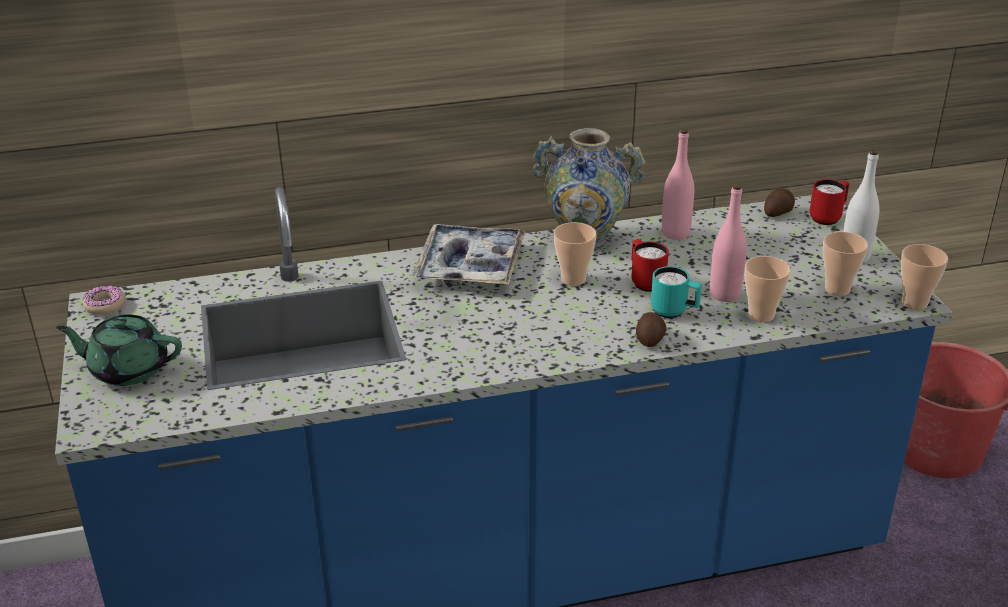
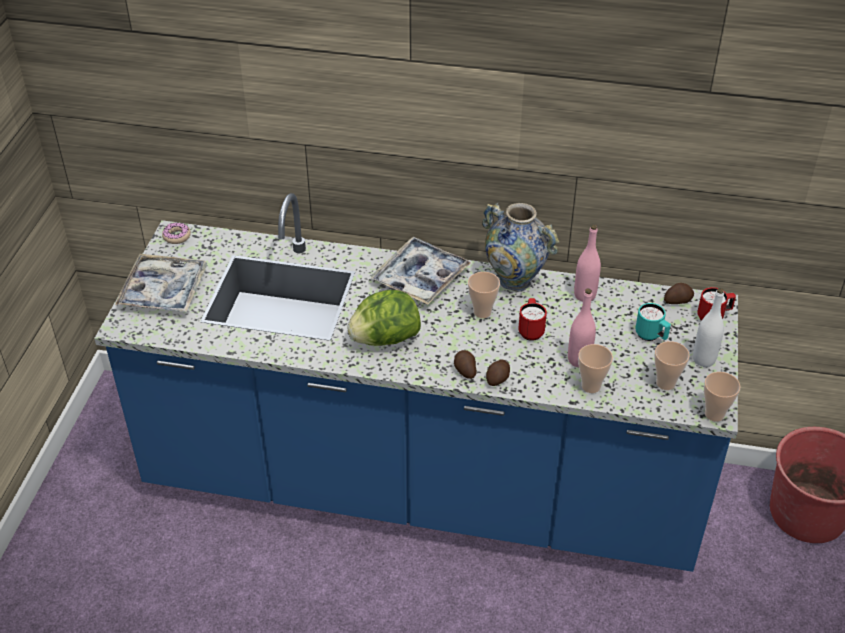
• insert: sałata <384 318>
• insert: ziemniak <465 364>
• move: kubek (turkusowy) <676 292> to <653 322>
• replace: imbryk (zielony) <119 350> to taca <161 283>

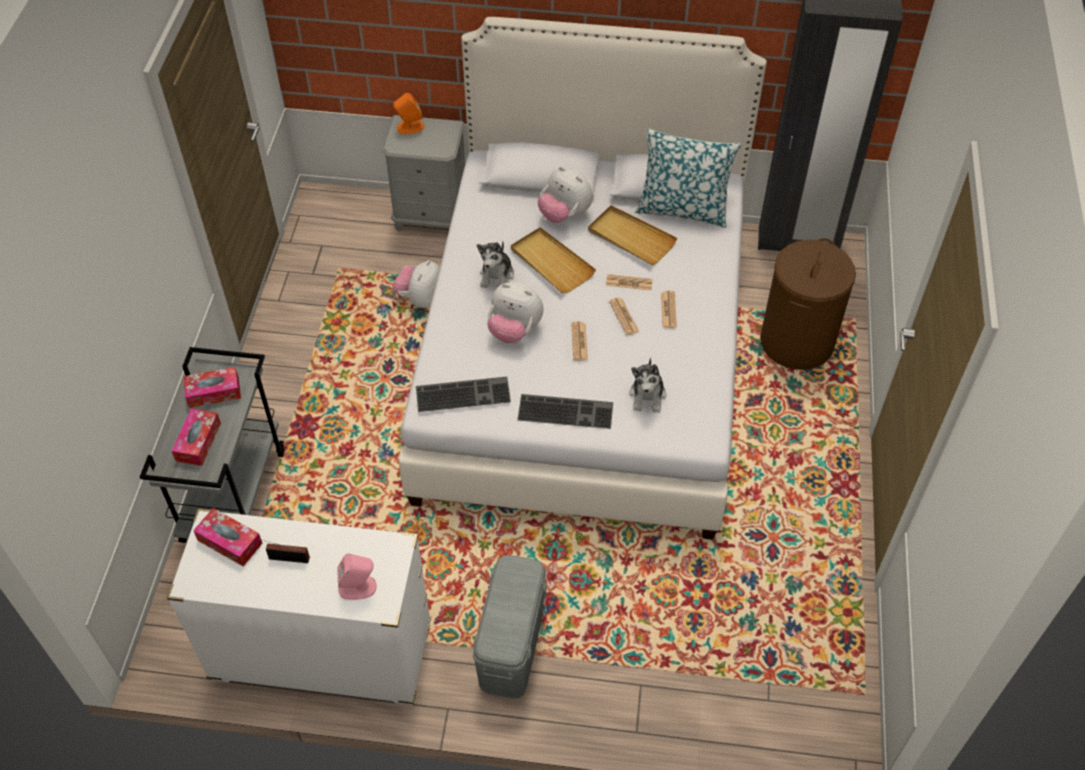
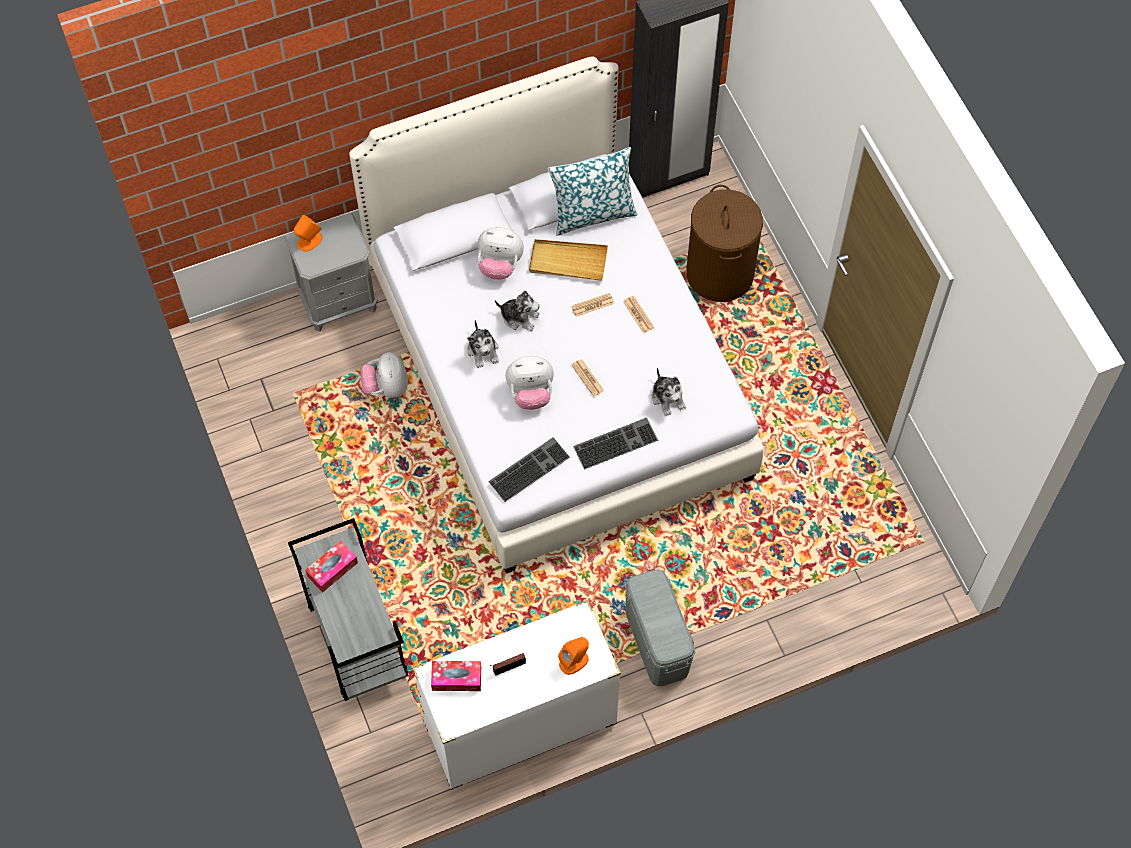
• delete: pudełko chusteczek <196 437>
• delete: gazeta <624 316>
• replace: taca (beżowy) <553 260> to pluszak <517 311>
• recolor: głośnik (różowy) <357 577> to głośnik (pomarańczowy) <573 656>

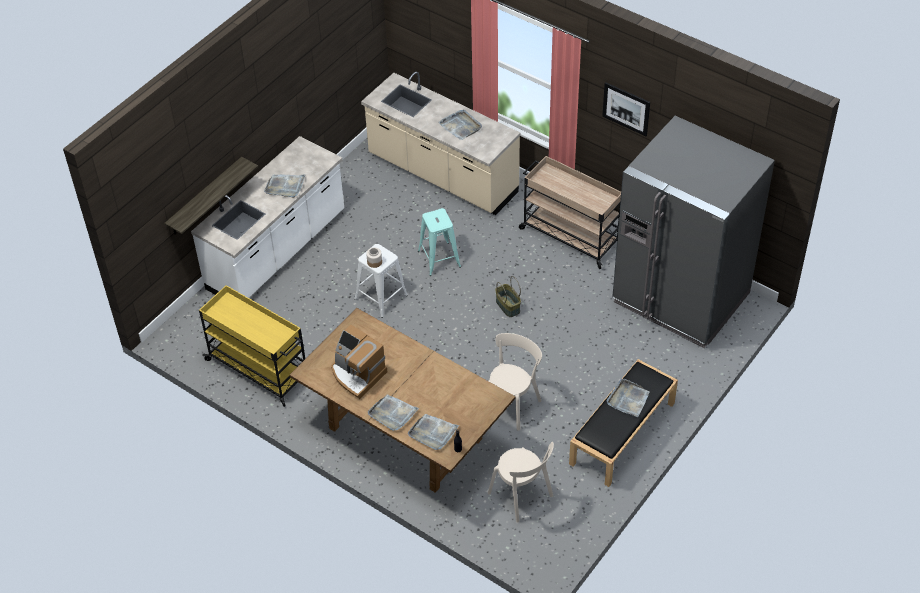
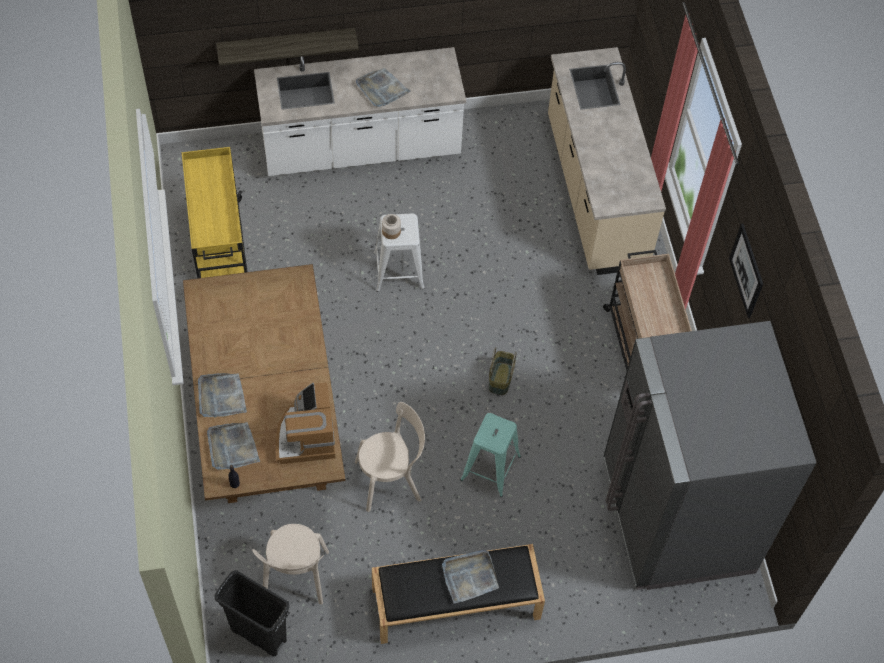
• delete: taca (szary) <460 124>
• insert: kosz na śmieci (czarny) <252 613>
• move: ekspres do kawy <359 362> to <306 423>
• move: stołek (turkusowy) <439 242> to <490 455>

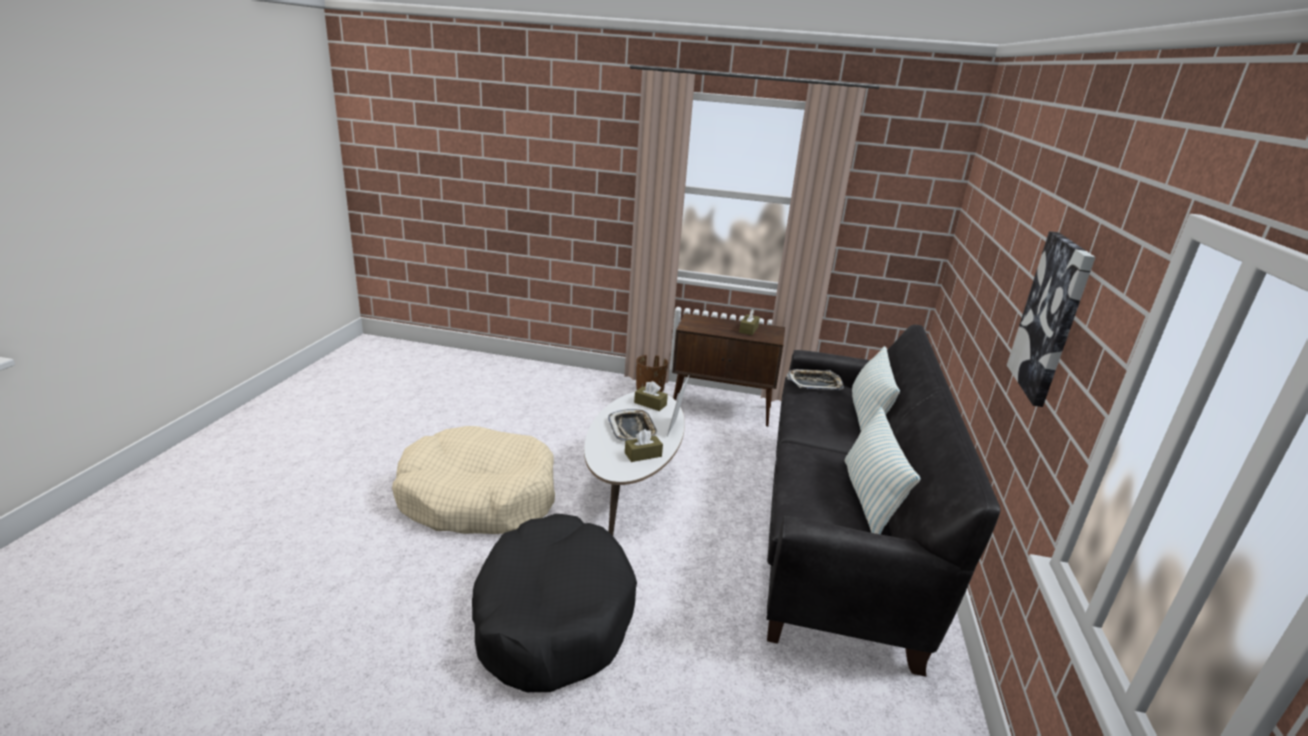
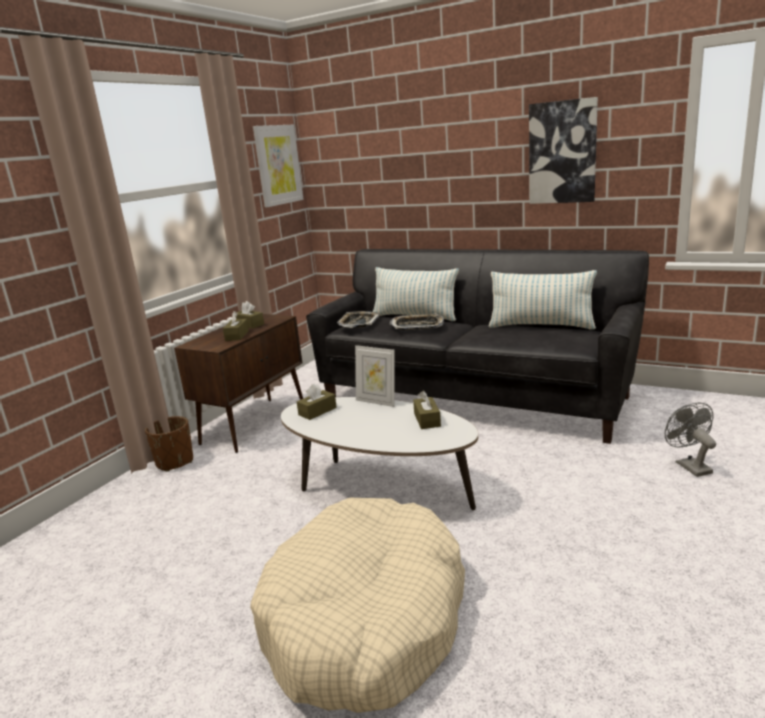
• delete: legowisko (czarny) <554 603>
• insert: pudełko chusteczek (brązowy) <236 326>
• insert: obraz <278 166>
• insert: wentylator (szary) <690 439>
• move: taca <633 425> to <416 321>

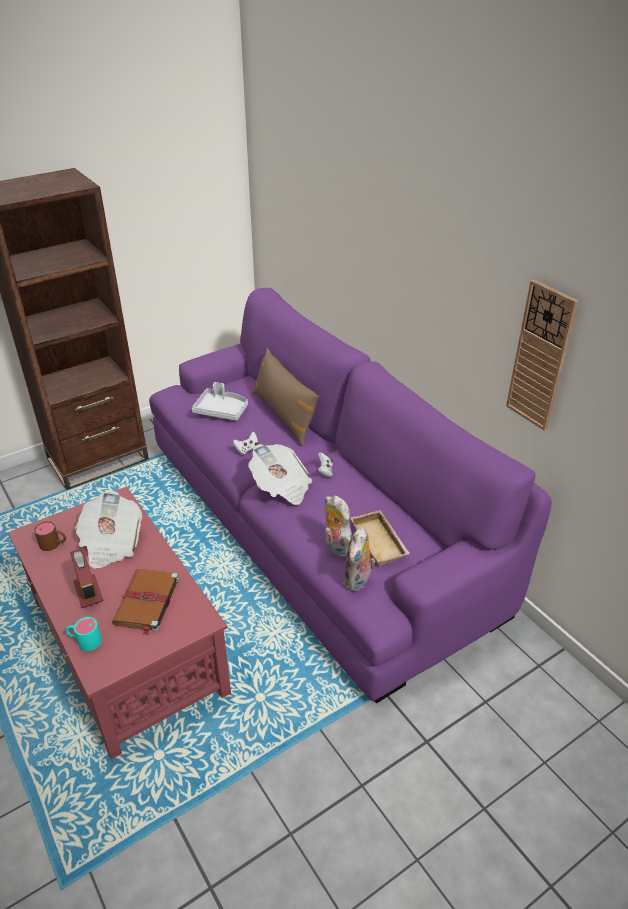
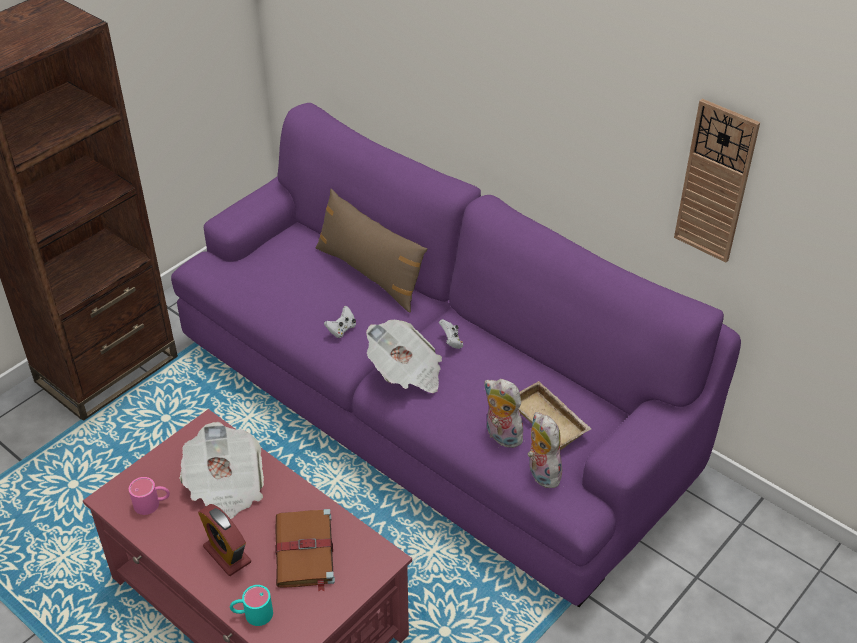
• delete: taca (szary) <220 401>
• recolor: kubek (brązowy) <50 536> to kubek (różowy) <149 496>
• rotate: pluszak <359 559> = <545 450> 150 degrees clockwise

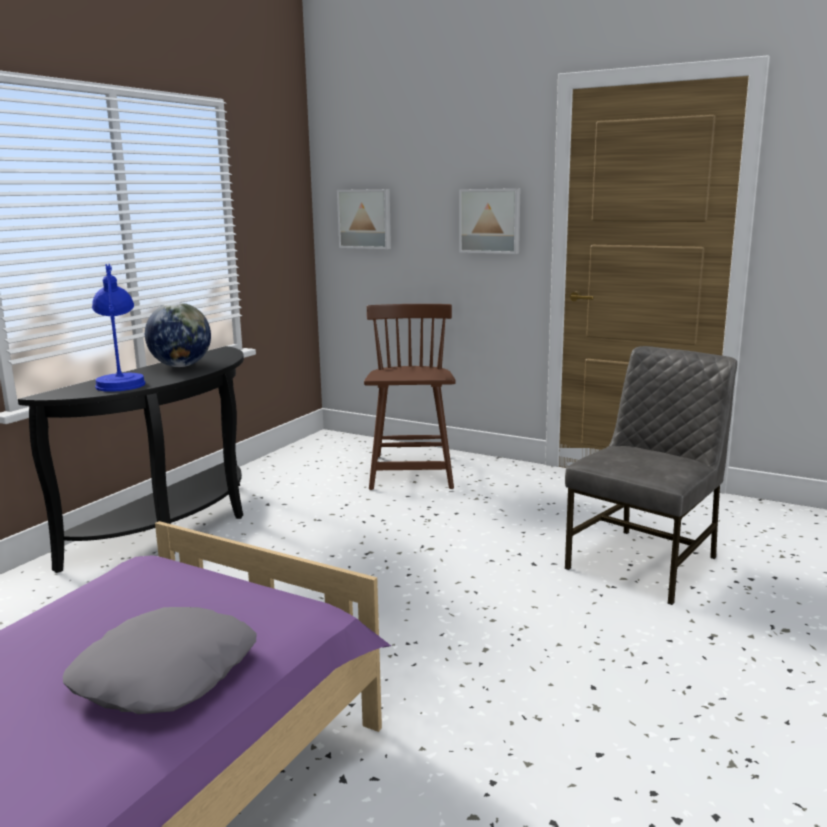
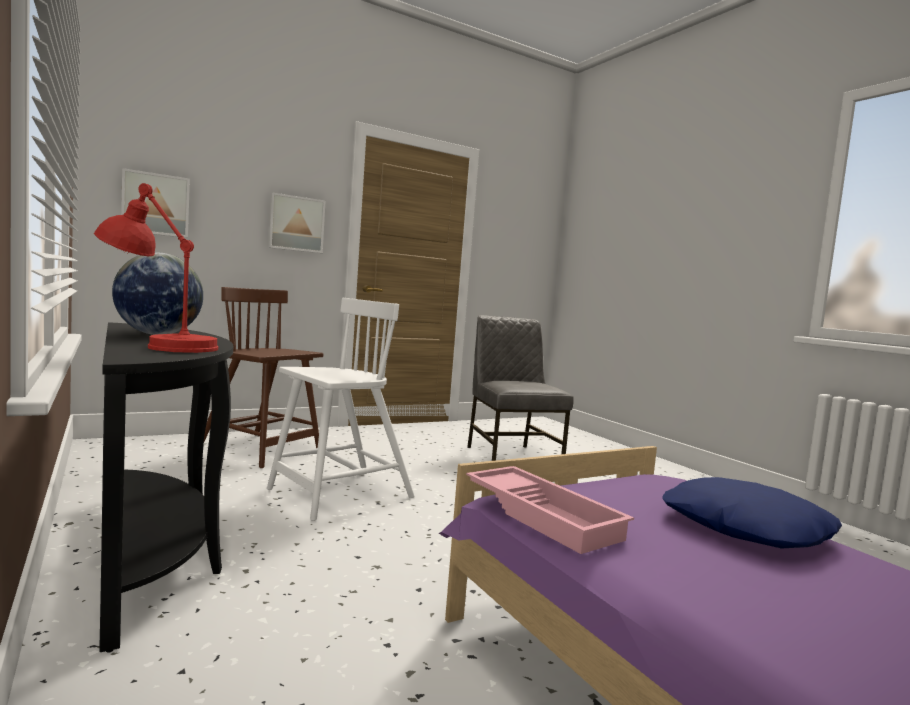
• insert: krzesło (biały) <340 409>
• insert: taca (różowy) <550 510>
• recolor: poduszka (szary) <160 660> to poduszka (niebieski) <752 513>
• recolor: lampa stołowa (niebieski) <118 328> to lampa stołowa (czerwony) <156 268>

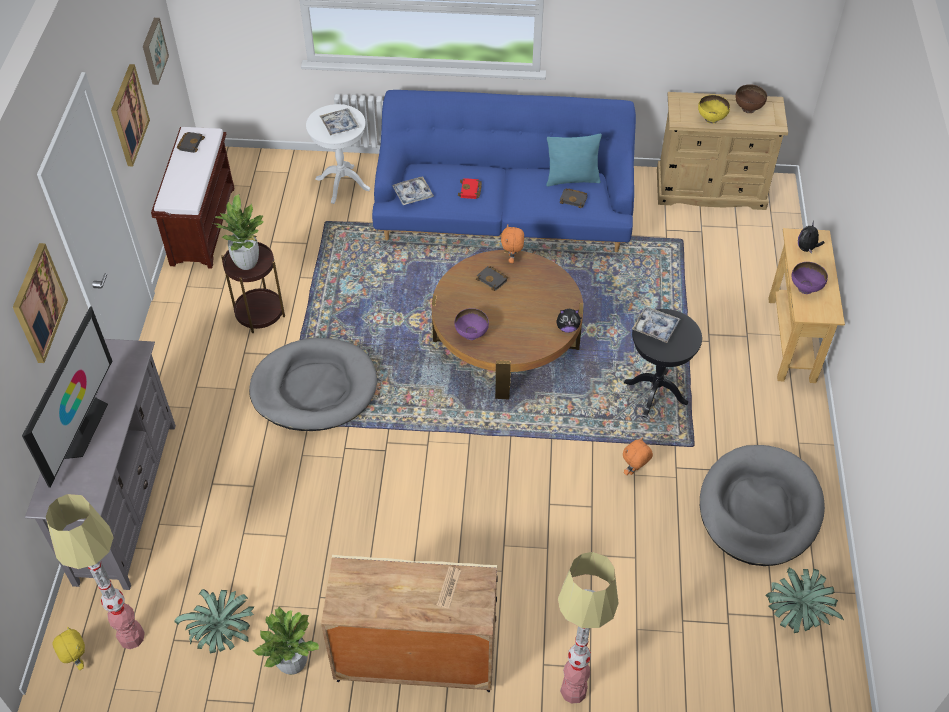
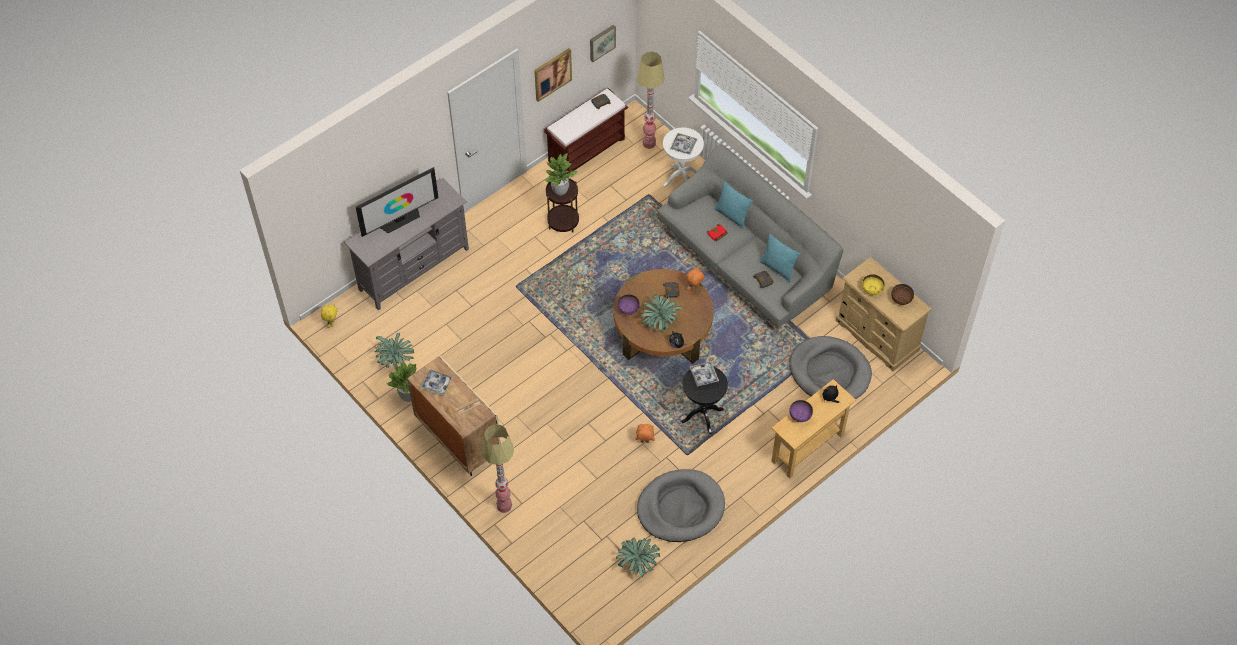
• delete: obraz <40 303>
• insert: roślina doniczkowa <662 312>
• insert: poduszka (turkusowy) <733 205>
• move: lampa stojąca <95 571> to <651 100>
• move: legowisko (szary) <313 384> to <830 367>
• move: taca <413 190> to <437 382>
• recolor: kanapa (niebieski) <504 171> to kanapa (szary) <750 237>

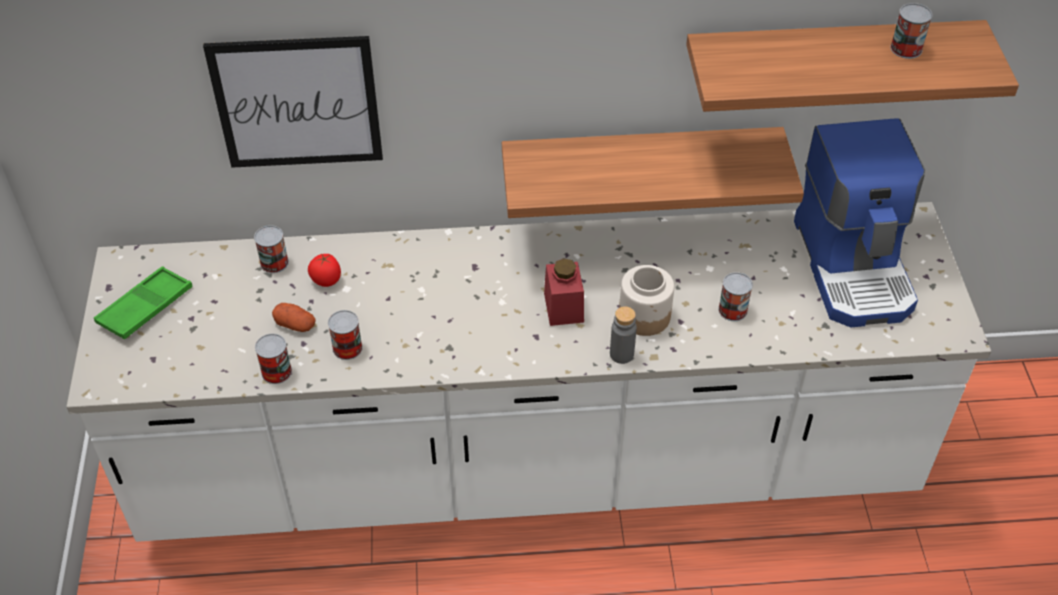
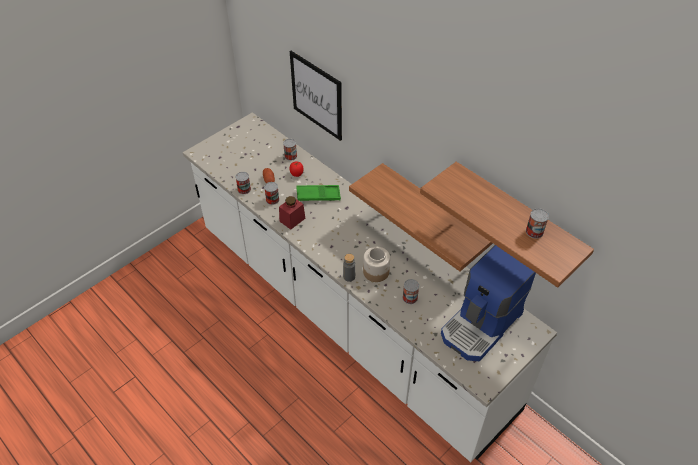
• move: taca (zielony) <143 302> to <318 193>
• move: słoik (czerwony) <564 292> to <292 213>

